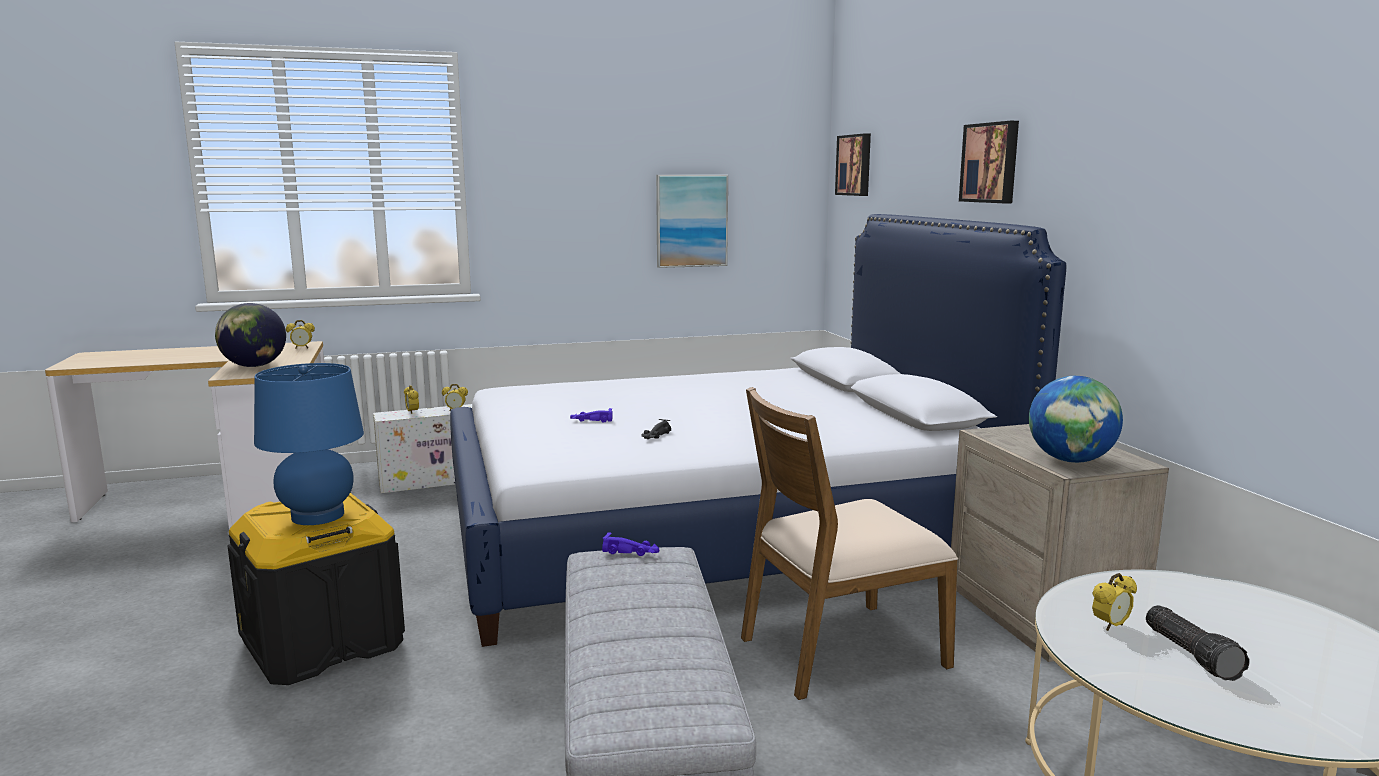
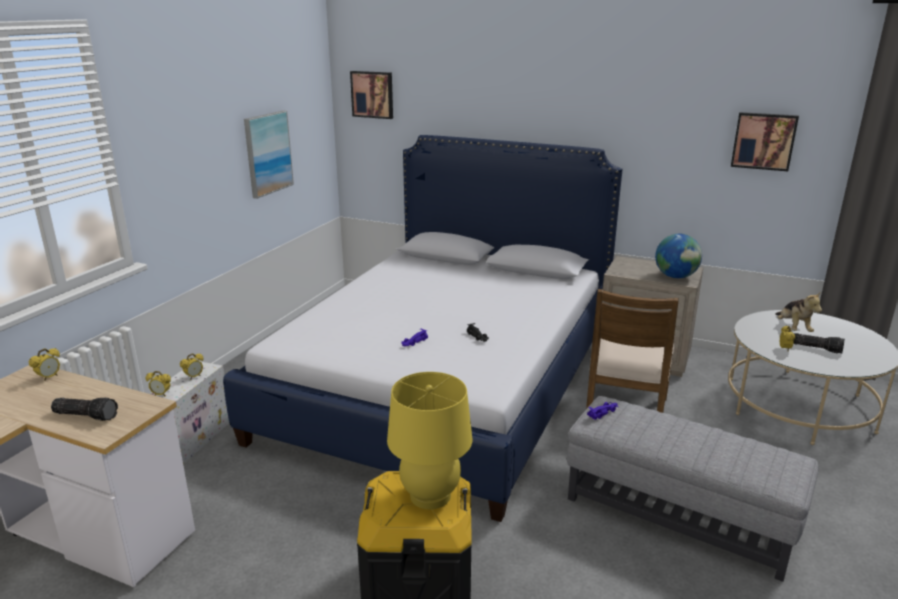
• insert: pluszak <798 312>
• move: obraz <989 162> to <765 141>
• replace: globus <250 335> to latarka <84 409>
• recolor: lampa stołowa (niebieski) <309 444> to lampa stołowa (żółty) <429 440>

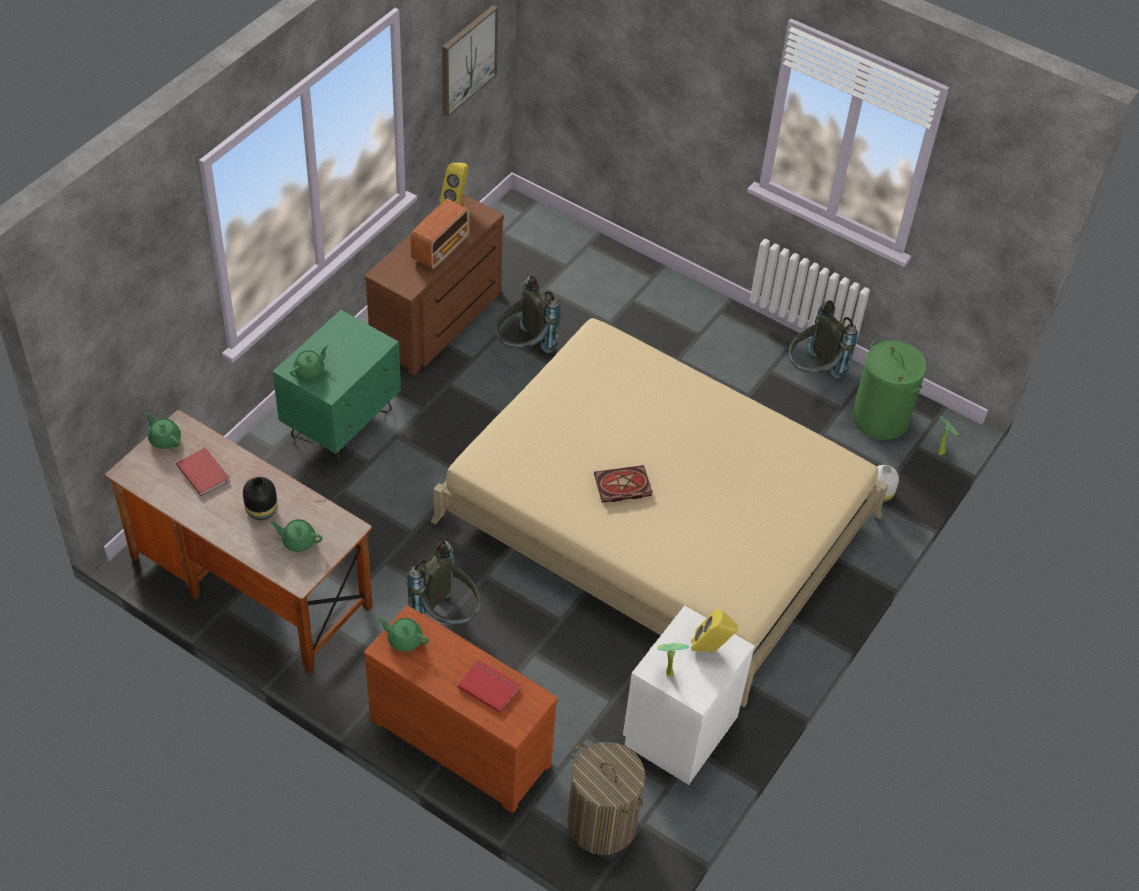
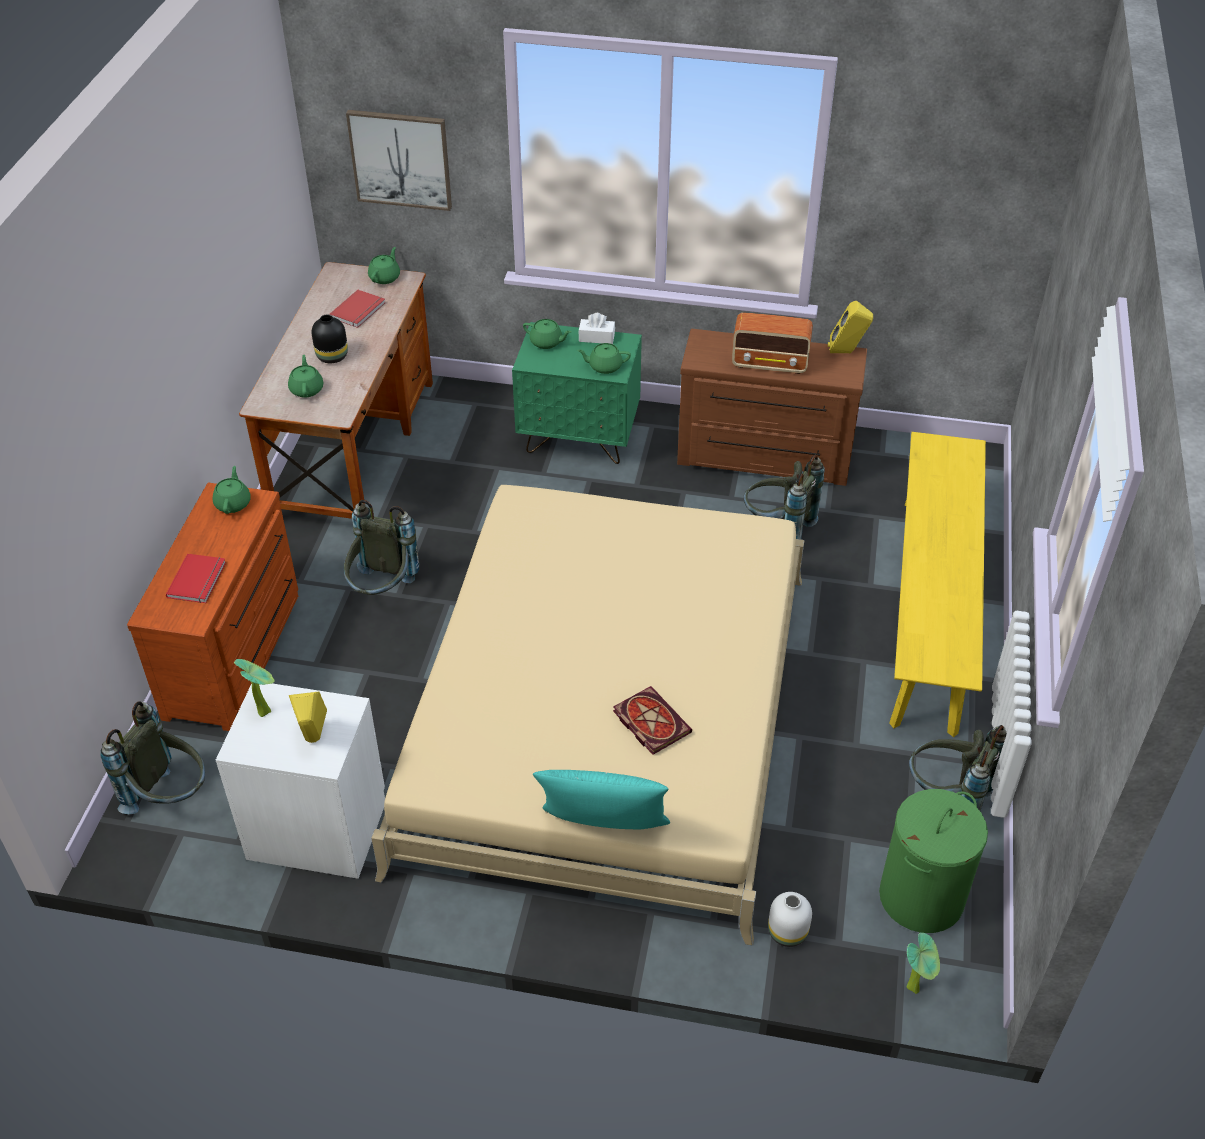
• insert: poduszka (turkusowy) <601 799>
• insert: imbryk (zielony) <604 358>
• insert: pudełko chusteczek (biały) <597 328>
• insert: ławka (żółty) <937 584>
• move: obraz <470 61> to <399 160>
• move: książka <623 484> to <652 720>
• replace: kosz na pranie <606 798> to plecak (szary) <153 758>

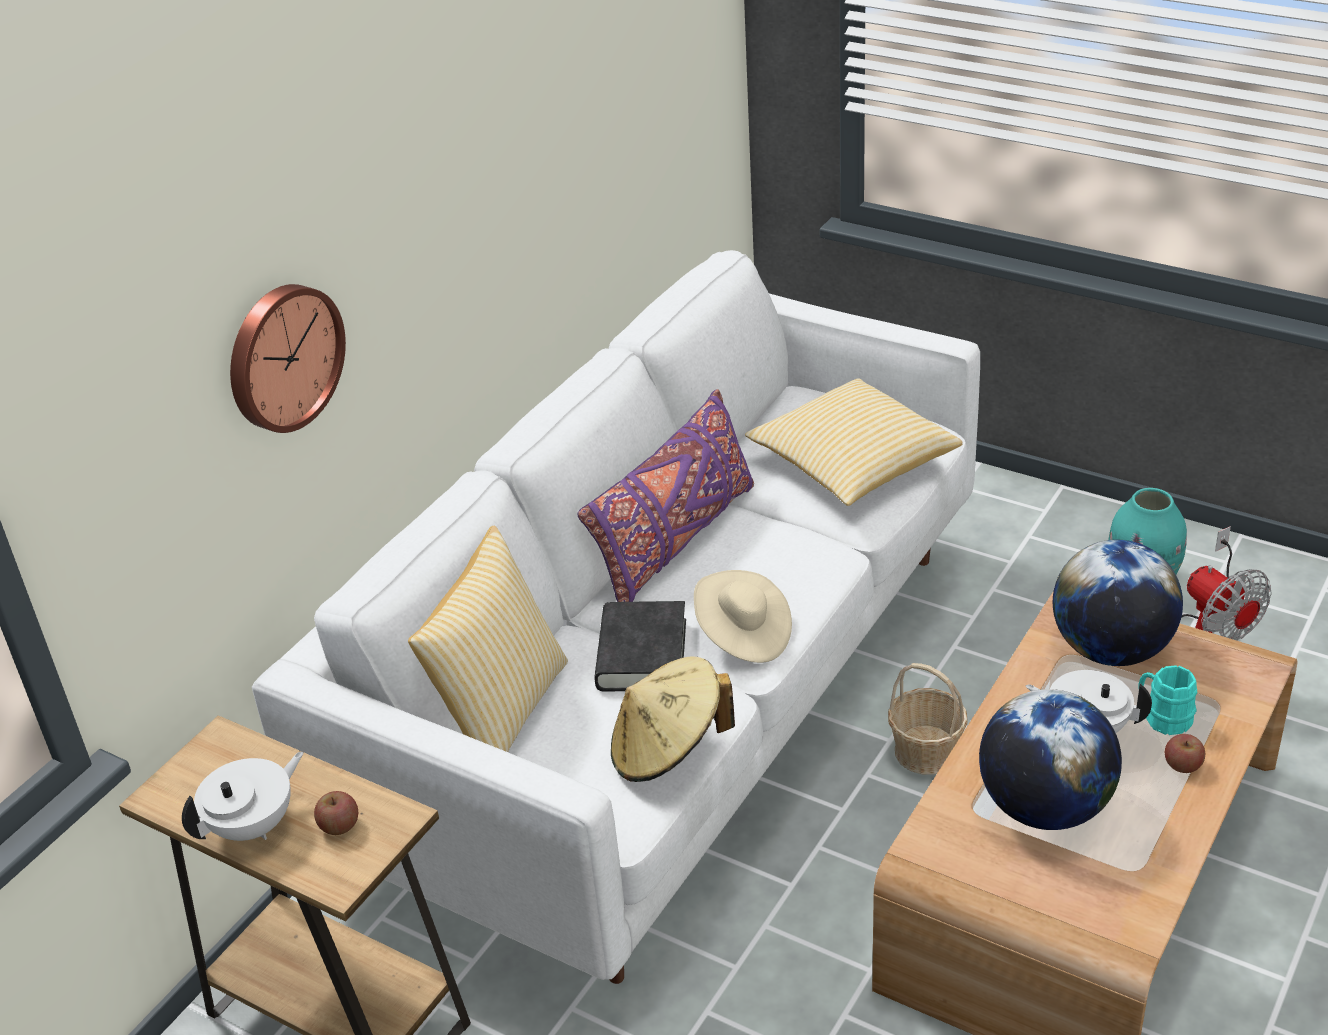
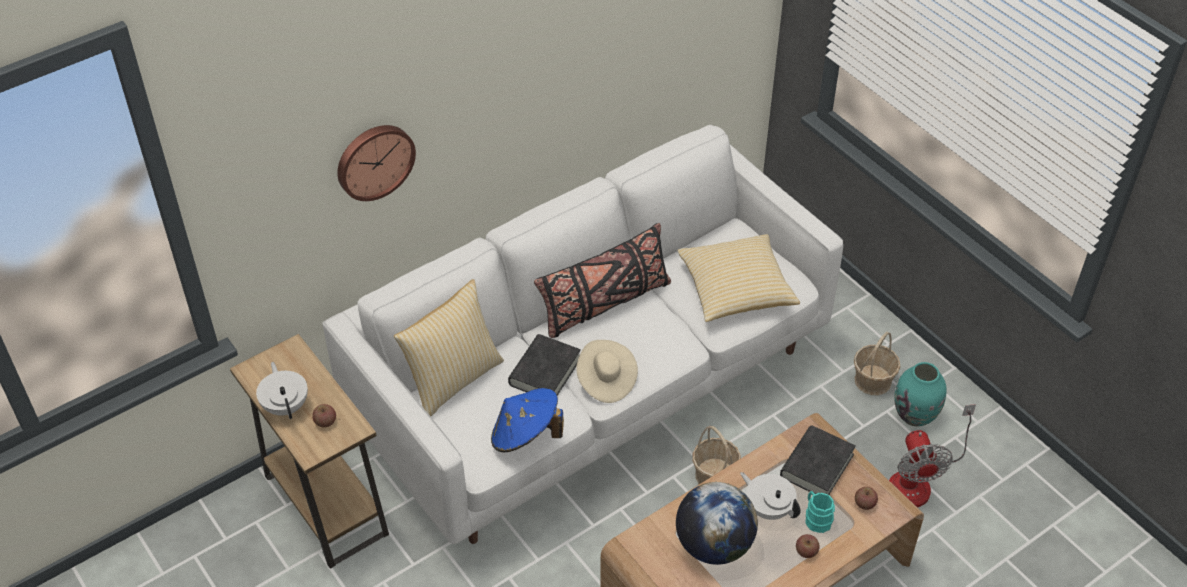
• insert: koszyk <877 363>
• insert: jabłko <866 498>
• replace: globus <1118 603> to książka (czarny) <818 460>
• recolor: poduszka (fioletowy) <666 495> to poduszka (czarny) <602 280>
• recolor: kapelusz (beżowy) <673 719> to kapelusz (niebieski) <527 420>
• rotate: imbryk (biały) <242 796> = <282 390> 90 degrees counterclockwise

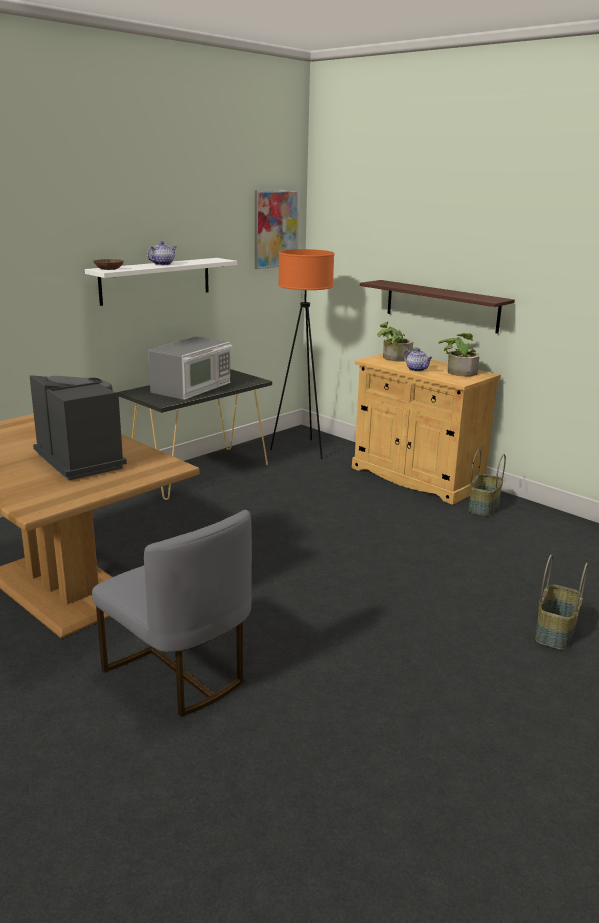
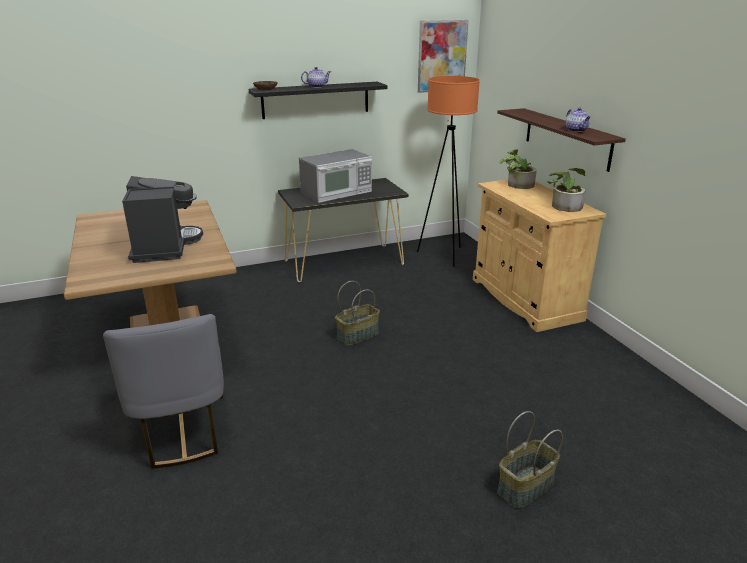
• move: imbryk <418 359> to <578 120>
• move: koszyk <487 482> to <357 313>
• recolor: półka (biały) <161 282> to półka (czarny) <318 100>

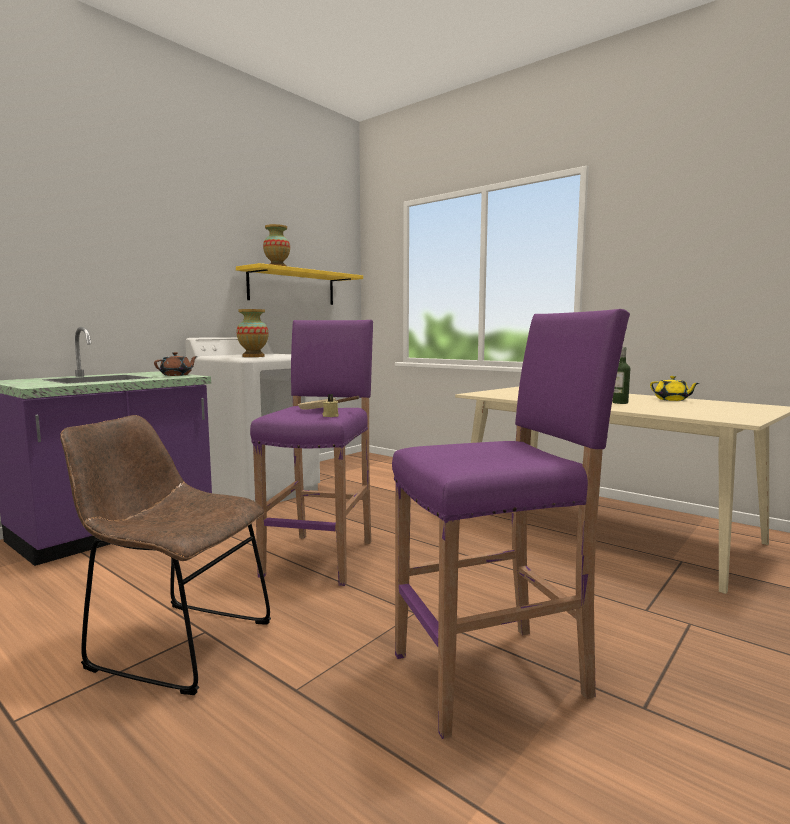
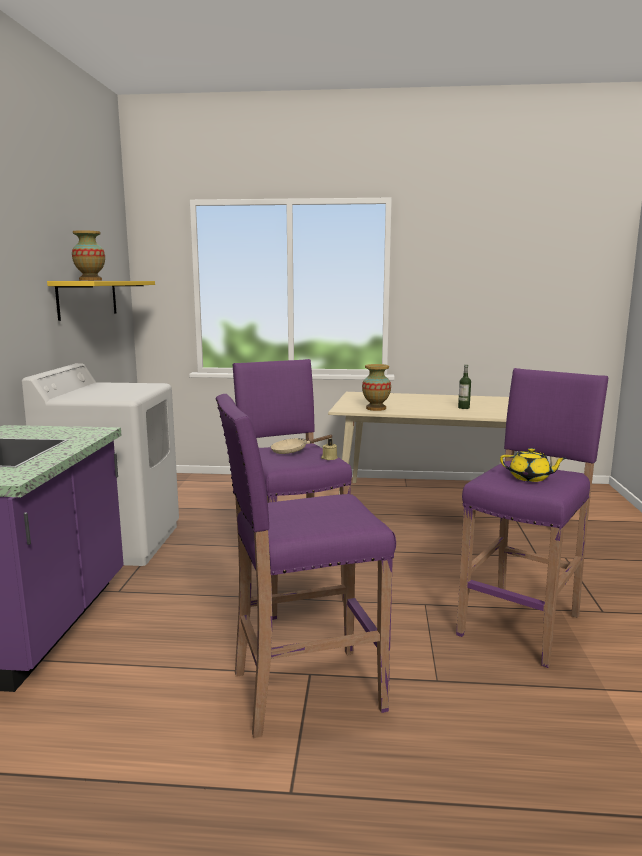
• delete: imbryk (brązowy) <176 364>
• move: wazon <252 333> to <376 387>
• move: imbryk (żółty) <674 388> to <533 465>
• replace: krzesło (brązowy) <165 555> to stołek (fioletowy) <306 566>

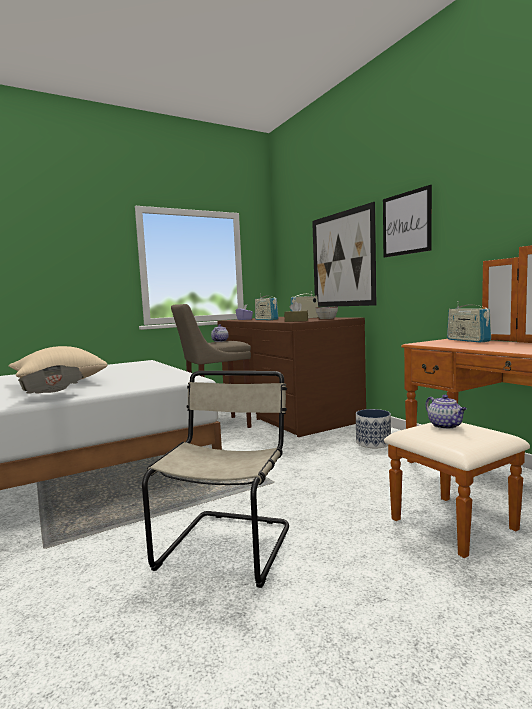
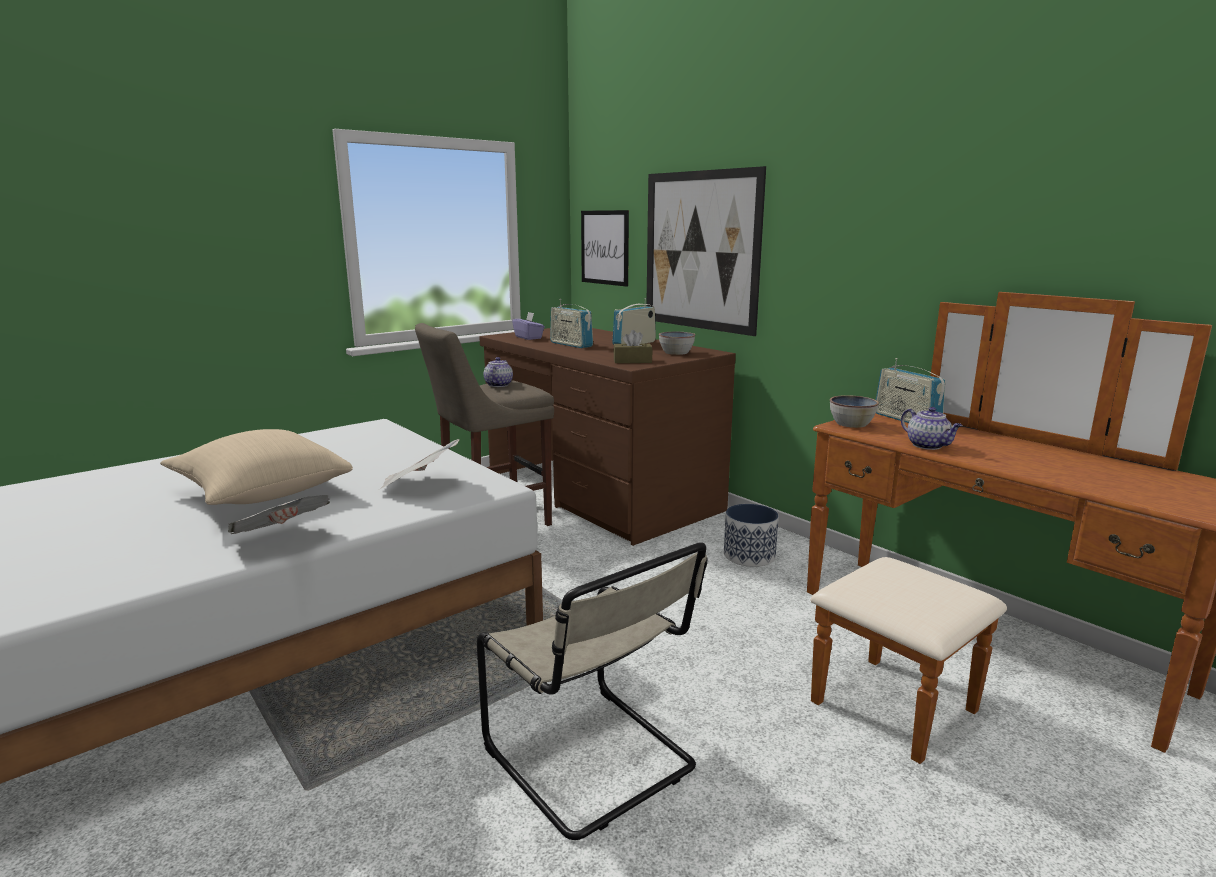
• insert: gazeta <420 463>
• insert: miska <854 411>
• move: obraz <407 221> to <605 248>
• move: imbryk <446 412> to <932 428>
• rotate: krzesło (beżowy) <215 479> = <592 691> 135 degrees clockwise

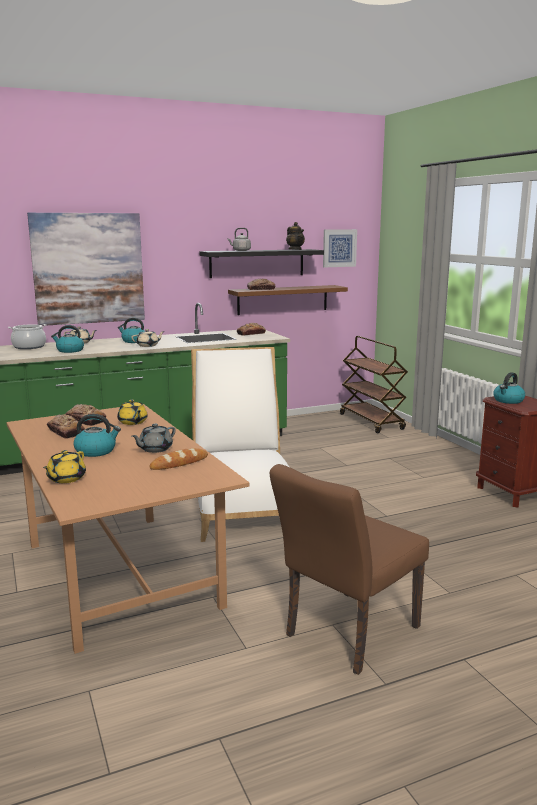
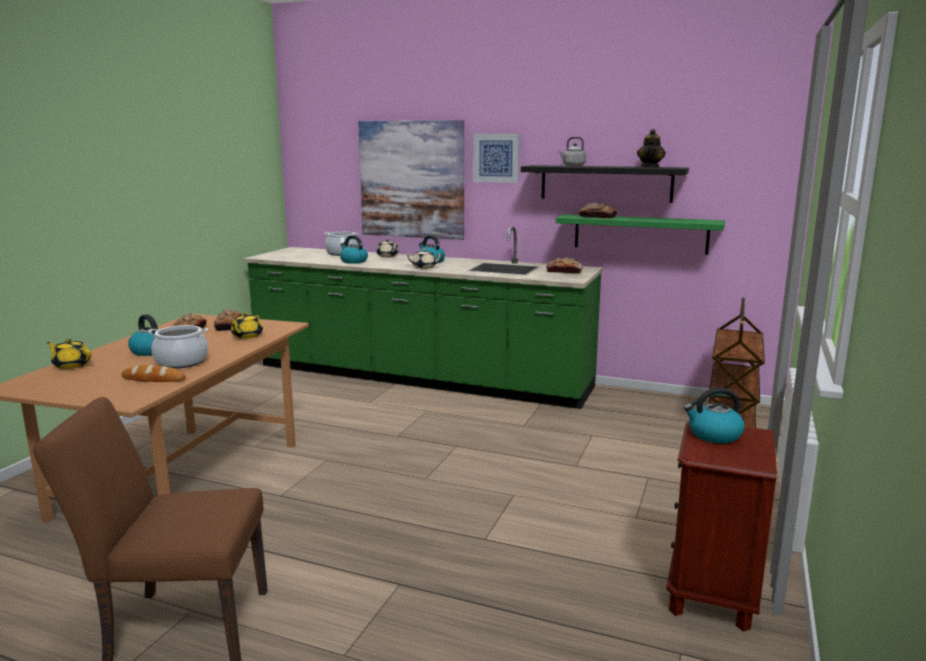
• delete: krzesło (biały) <240 444>
• move: obraz <340 248> to <496 158>
• replace: imbryk (szary) <154 438> to garnek <178 347>
• recolor: półka (brązowy) <288 300> to półka (zielony) <640 234>
• rotate: imbryk (żółty) <64 466> = <69 354> 45 degrees clockwise

